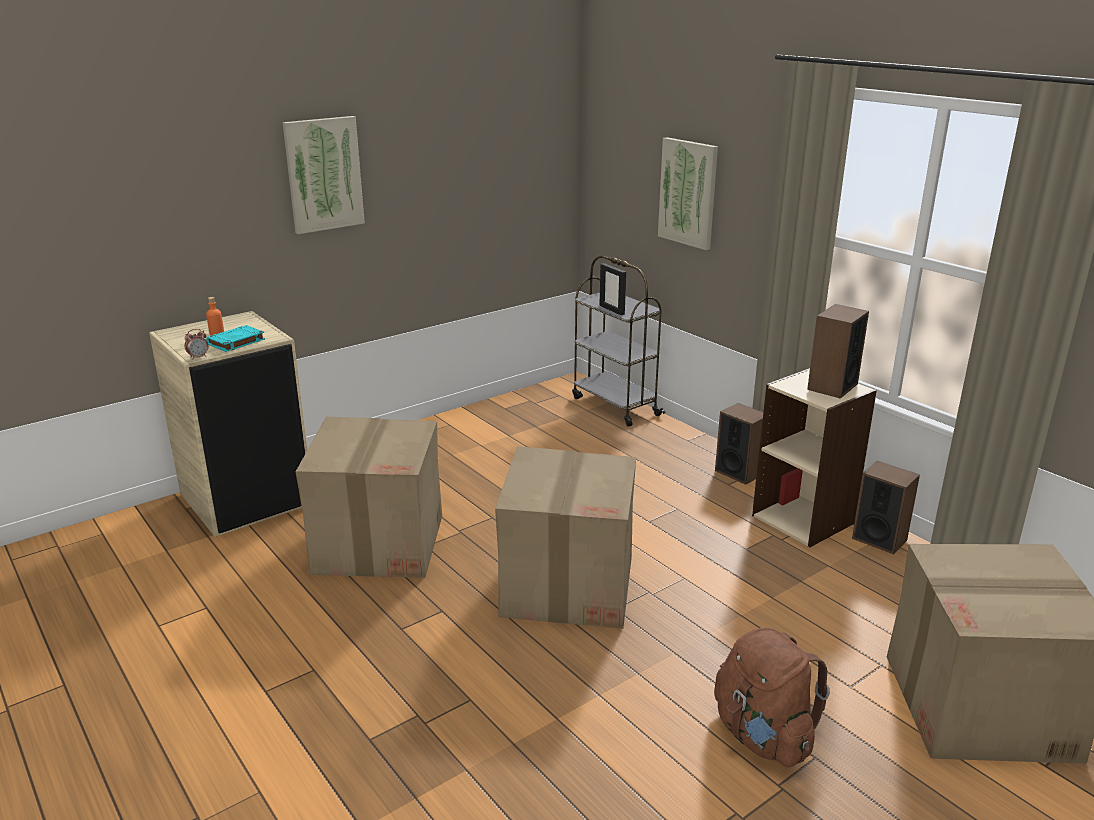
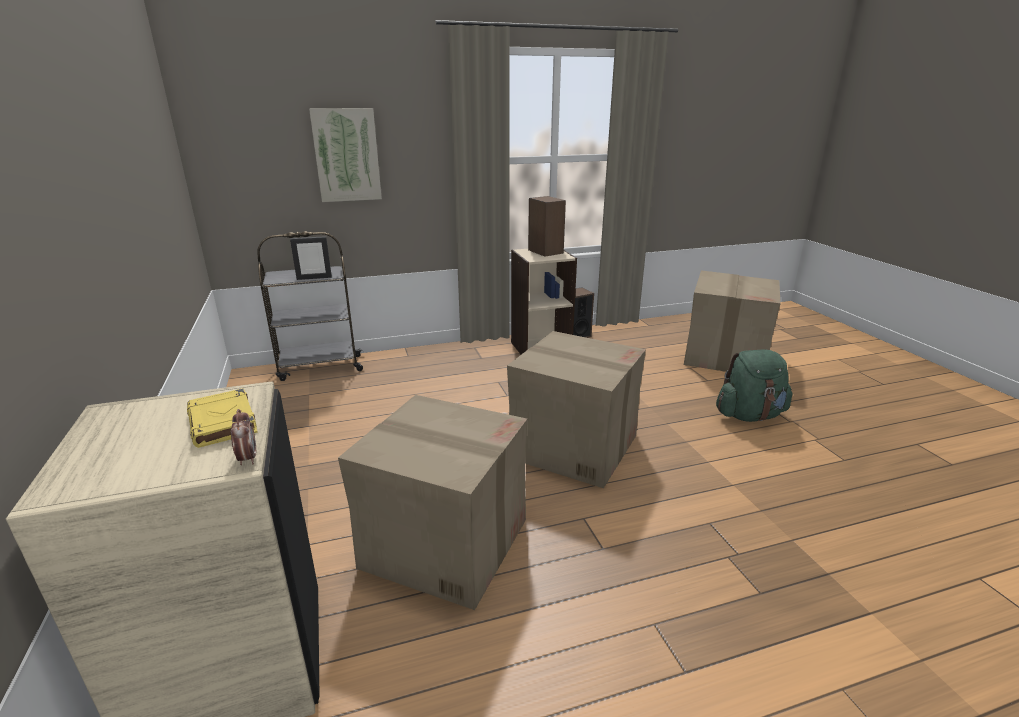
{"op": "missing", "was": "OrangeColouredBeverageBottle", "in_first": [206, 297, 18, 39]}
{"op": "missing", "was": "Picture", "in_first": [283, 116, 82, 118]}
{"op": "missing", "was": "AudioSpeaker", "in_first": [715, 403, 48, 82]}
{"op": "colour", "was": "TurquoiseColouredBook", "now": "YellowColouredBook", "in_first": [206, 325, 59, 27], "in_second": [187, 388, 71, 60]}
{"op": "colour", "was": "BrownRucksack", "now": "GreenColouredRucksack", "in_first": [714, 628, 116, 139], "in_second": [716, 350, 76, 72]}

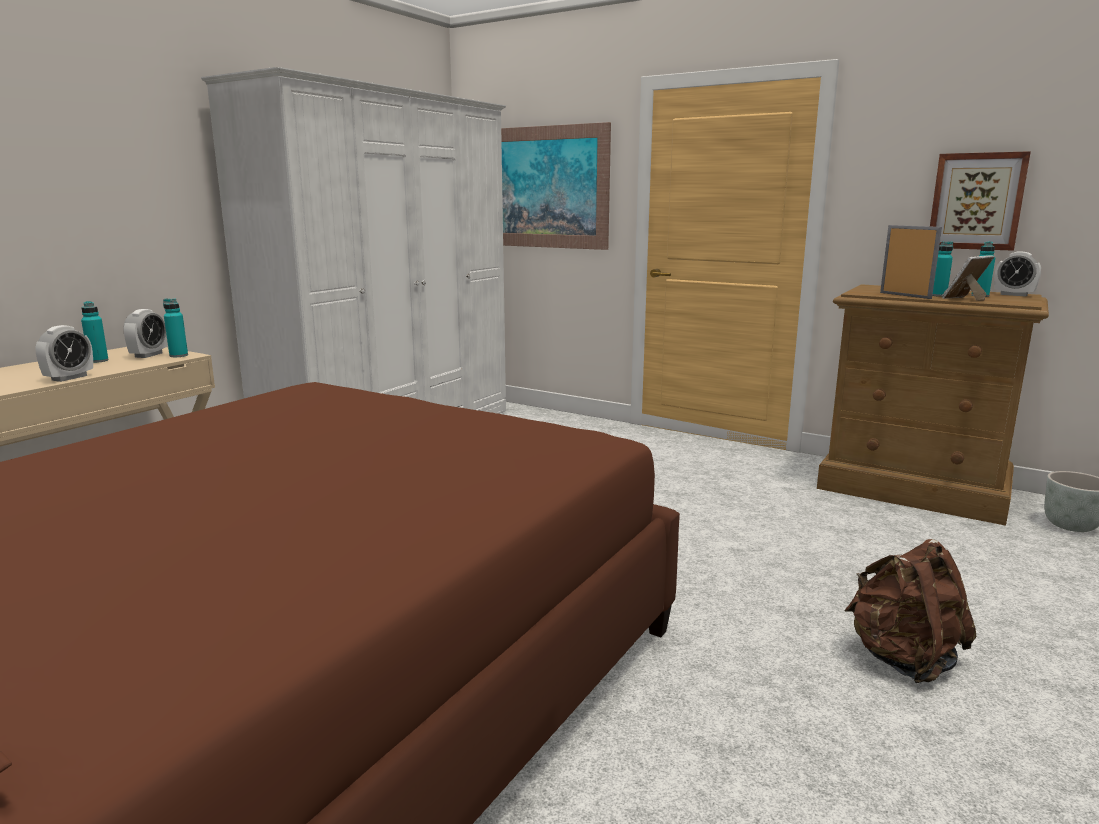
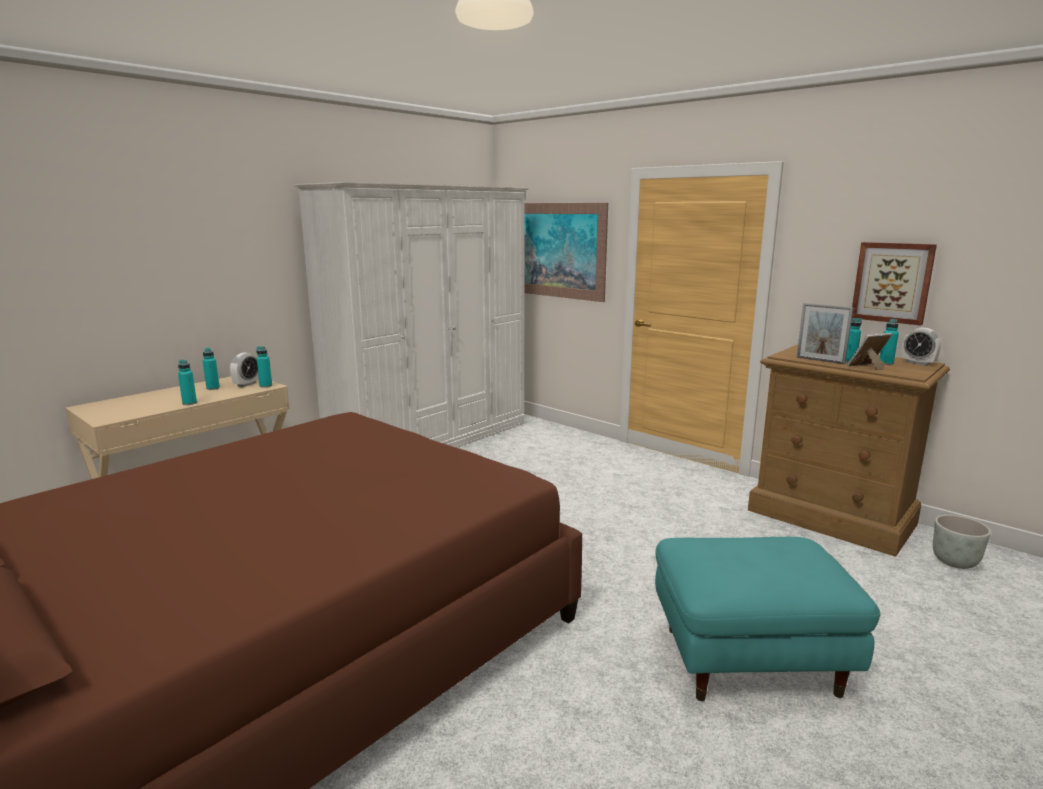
{"op": "exchanged", "was": "AlarmClock", "now": "TurquoiseColouredBeverageBottle", "in_first": [35, 325, 58, 57], "in_second": [178, 360, 19, 45]}
{"op": "exchanged", "was": "BrownRucksack", "now": "TurquoiseColouredFootrest", "in_first": [844, 539, 132, 144], "in_second": [655, 537, 225, 164]}
{"op": "spun", "was": "PictureFrame", "in_first": [880, 225, 62, 74], "in_second": [797, 303, 56, 61], "clockwise": 150}

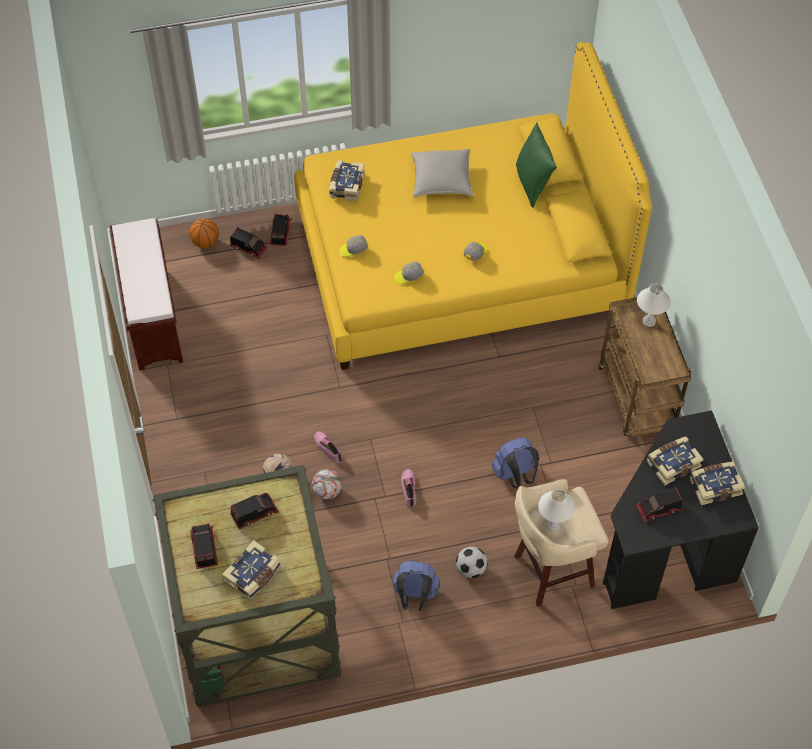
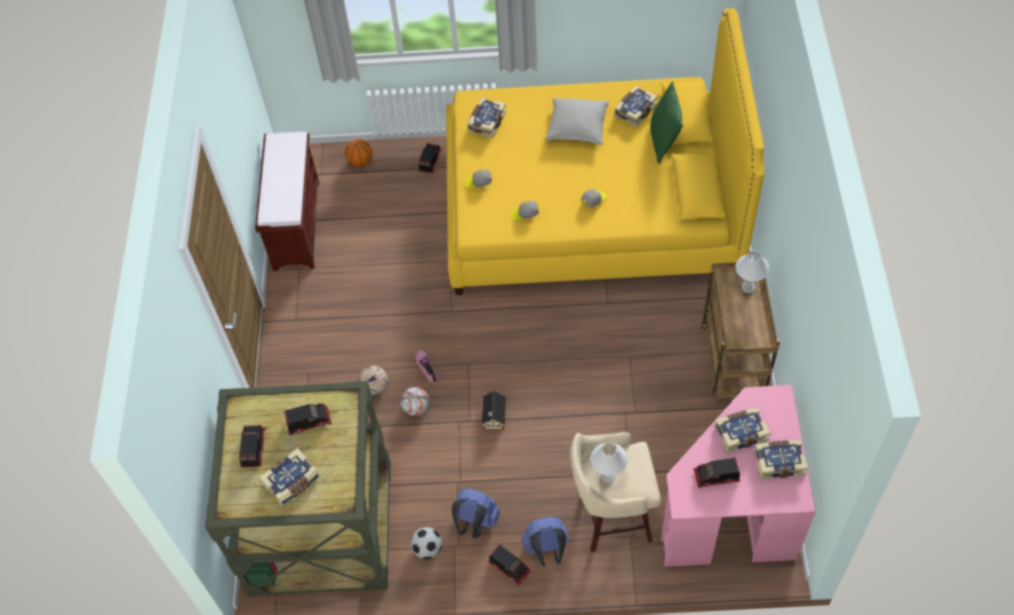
{"op": "appeared", "now": "Book", "in_second": [614, 86, 44, 42]}
{"op": "relocated", "was": "ToyLorry", "in_first": [229, 227, 39, 32], "in_second": [488, 544, 43, 42]}
{"op": "relocated", "was": "Football", "in_first": [456, 547, 31, 31], "in_second": [411, 527, 31, 32]}
{"op": "relocated", "was": "BlueColouredRucksack", "in_first": [492, 437, 47, 51], "in_second": [522, 517, 46, 50]}
{"op": "exchanged", "was": "Shoe", "now": "ToyHouse", "in_first": [401, 469, 15, 38], "in_second": [482, 391, 24, 39]}
{"op": "colour", "was": "BlackColouredDeskTable", "now": "PinkDeskTable", "in_first": [603, 410, 156, 199], "in_second": [661, 385, 155, 182]}

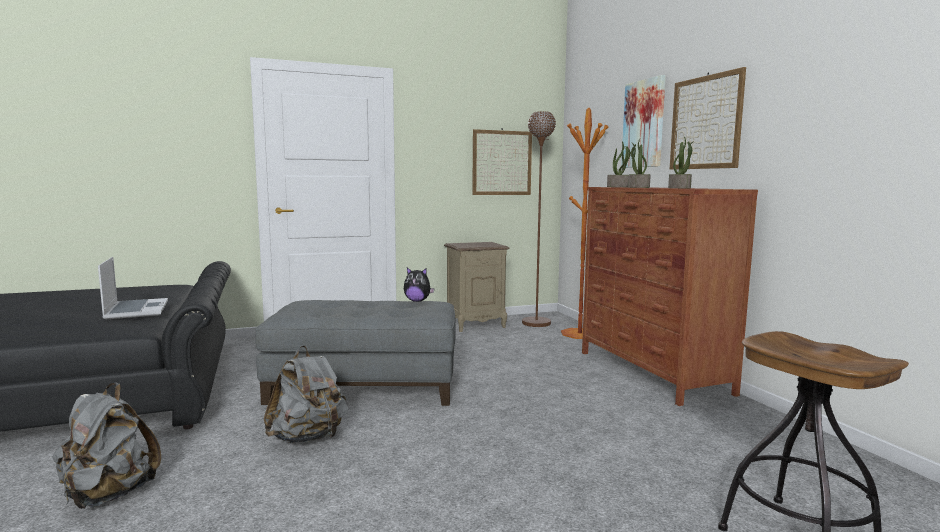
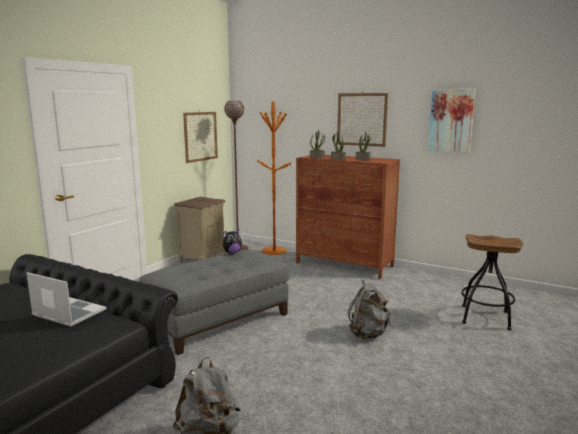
{"op": "relocated", "was": "GrayRucksack", "in_first": [264, 345, 84, 98], "in_second": [348, 280, 42, 59]}
{"op": "relocated", "was": "Picture", "in_first": [621, 75, 45, 93], "in_second": [428, 89, 47, 64]}

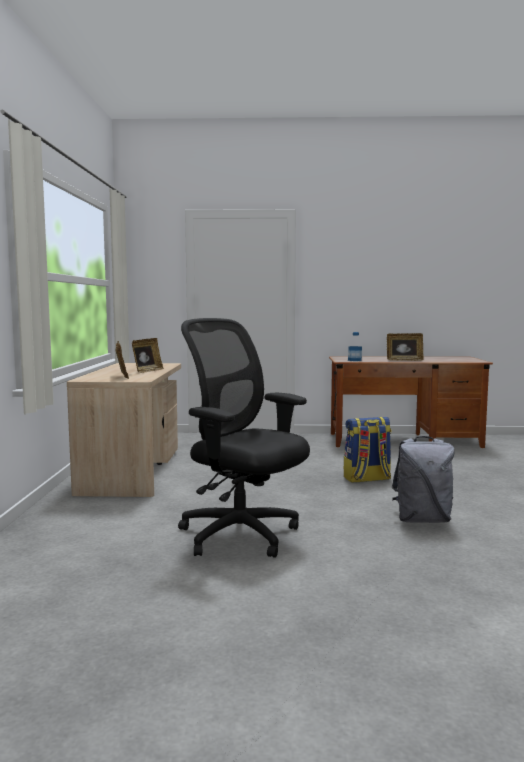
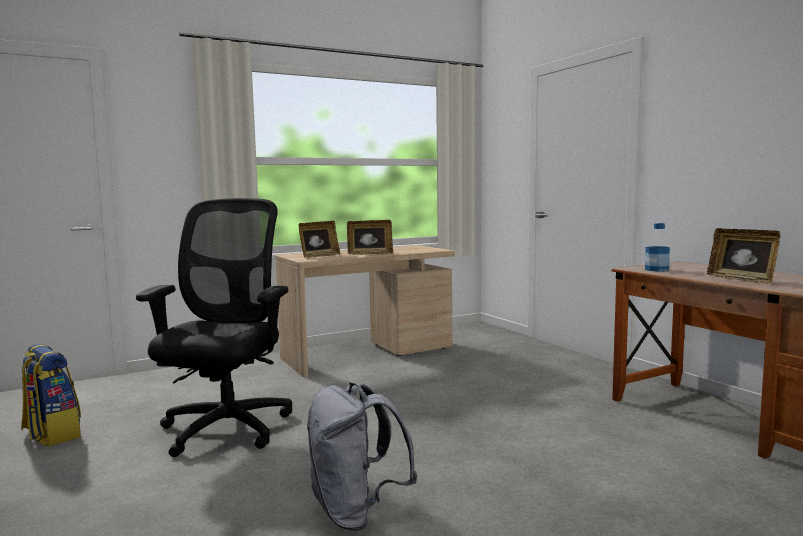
{"op": "relocated", "was": "Rucksack", "in_first": [344, 417, 47, 66], "in_second": [21, 344, 60, 102]}

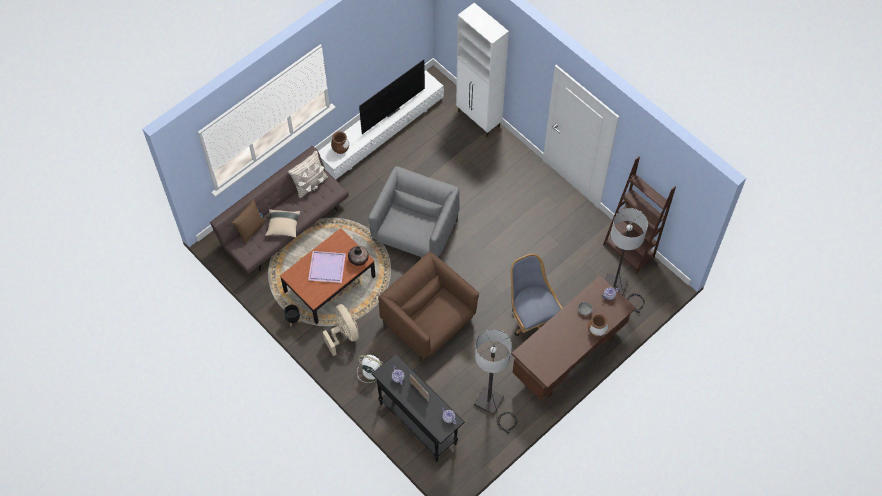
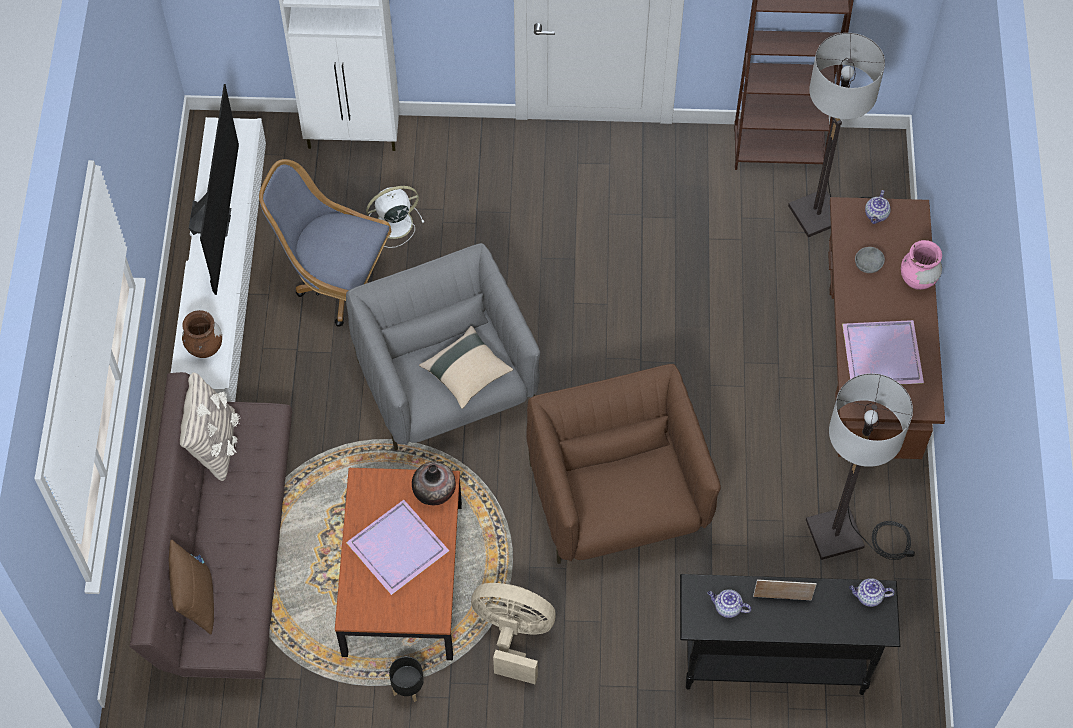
{"op": "appeared", "now": "PurpleTray", "in_second": [842, 320, 82, 64]}
{"op": "relocated", "was": "BeigeColouredThrowPillow", "in_first": [265, 209, 36, 29], "in_second": [419, 326, 94, 83]}
{"op": "relocated", "was": "WhiteColouredFan", "in_first": [357, 355, 25, 28], "in_second": [366, 186, 58, 62]}
{"op": "relocated", "was": "BlueColouredOfficeChair", "in_first": [511, 253, 52, 83], "in_second": [259, 159, 133, 168]}
{"op": "colour", "was": "BrownFlowerVase", "now": "PinkFlowerVase", "in_first": [588, 314, 20, 23], "in_second": [901, 240, 41, 50]}
{"op": "spun", "was": "BrownLoungeChair", "in_first": [378, 252, 101, 110], "in_second": [526, 364, 195, 200], "clockwise": 75}

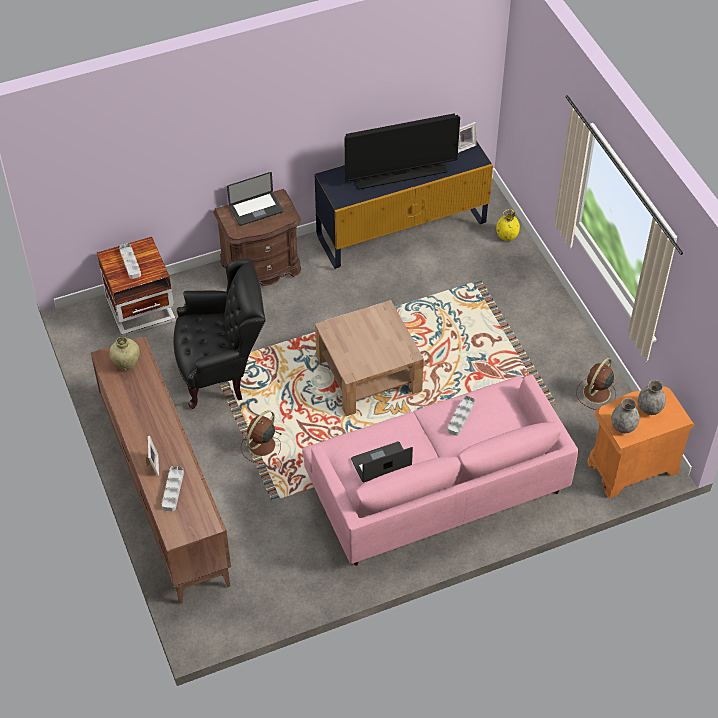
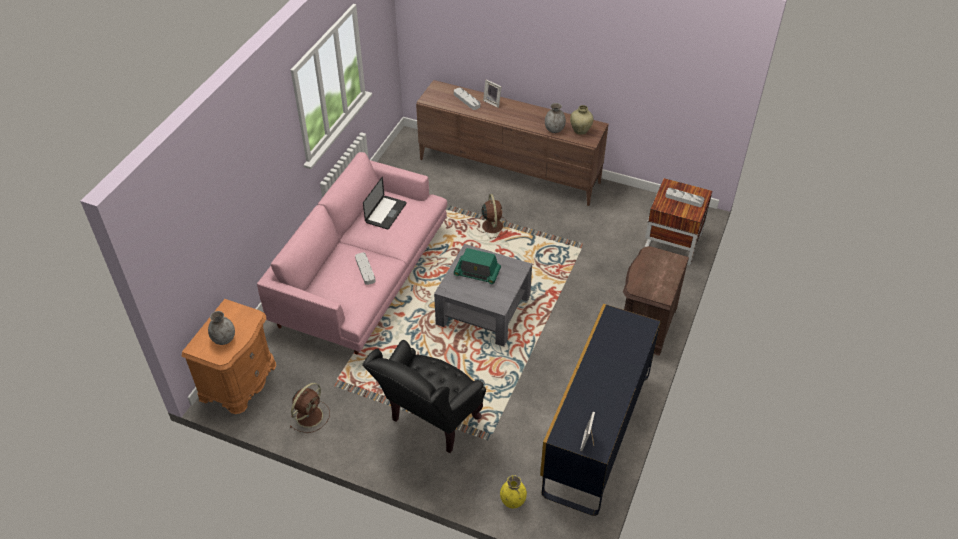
{"op": "missing", "was": "Laptop", "in_first": [227, 172, 56, 54]}
{"op": "missing", "was": "Tv", "in_first": [345, 113, 115, 77]}
{"op": "appeared", "now": "RadioSet", "in_second": [454, 248, 47, 36]}
{"op": "relocated", "was": "BlackColouredLoungeChair", "in_first": [173, 259, 93, 150], "in_second": [362, 340, 124, 113]}
{"op": "relocated", "was": "GrayFlowerVase", "in_first": [611, 398, 29, 35], "in_second": [545, 103, 21, 30]}
{"op": "colour", "was": "BrownLoungeTable", "now": "GrayLoungeTable", "in_first": [315, 300, 109, 116], "in_second": [434, 244, 98, 103]}
{"op": "spun", "was": "BrownFan", "in_first": [576, 358, 40, 52], "in_second": [289, 383, 41, 50], "clockwise": 45}

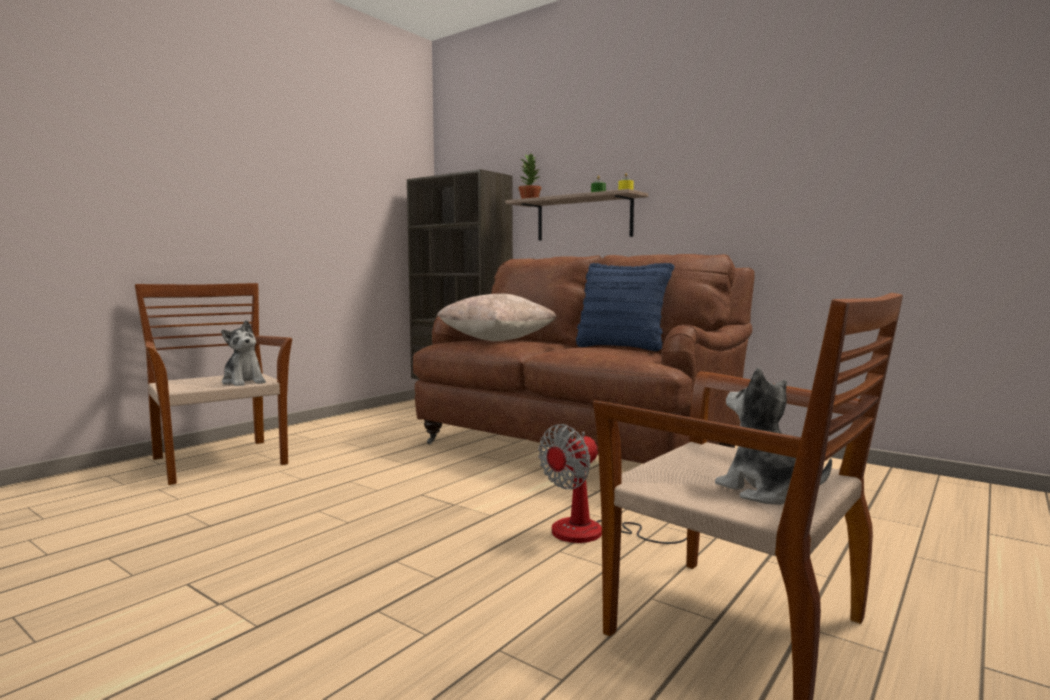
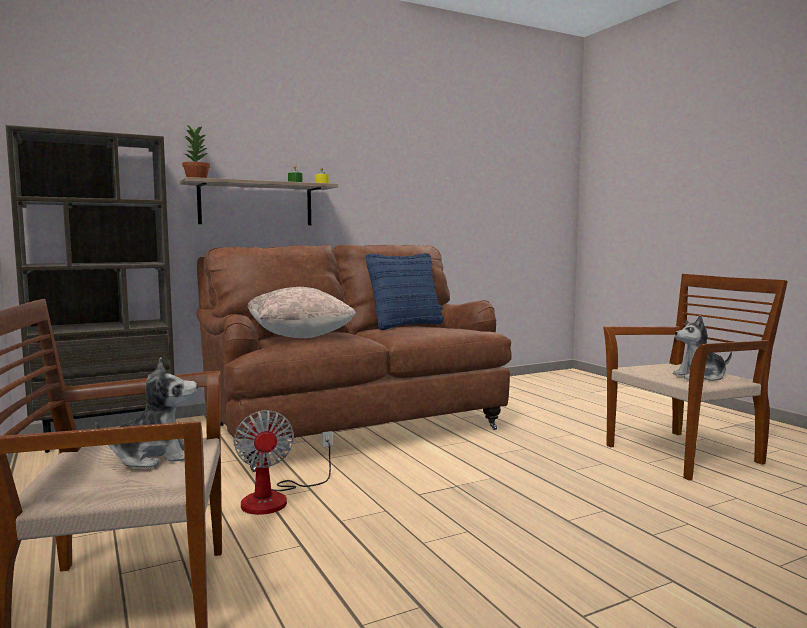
{"op": "relocated", "was": "Fan", "in_first": [538, 424, 149, 120], "in_second": [234, 410, 99, 105]}

